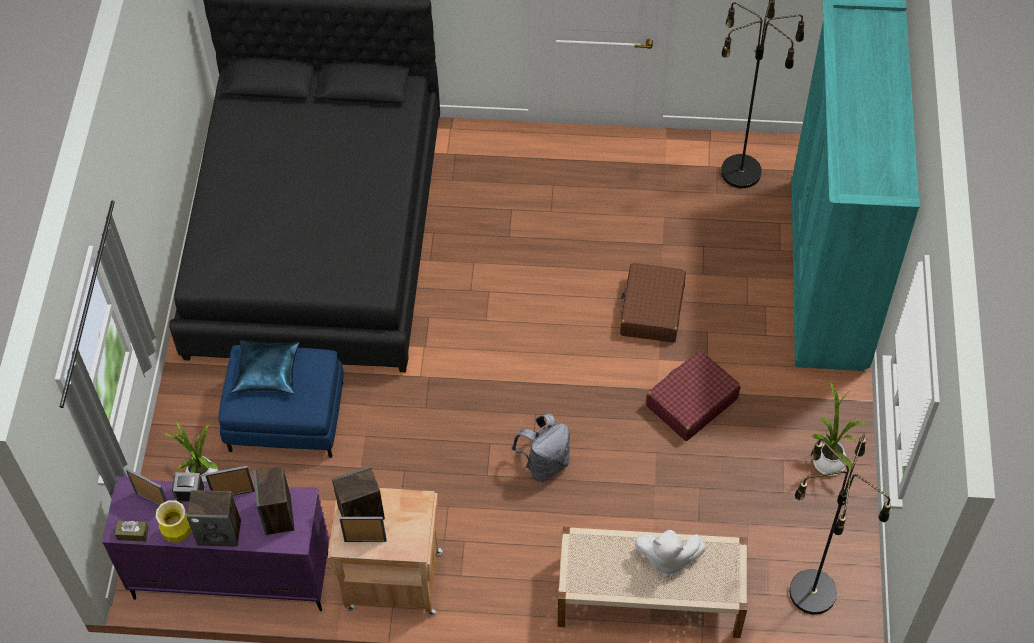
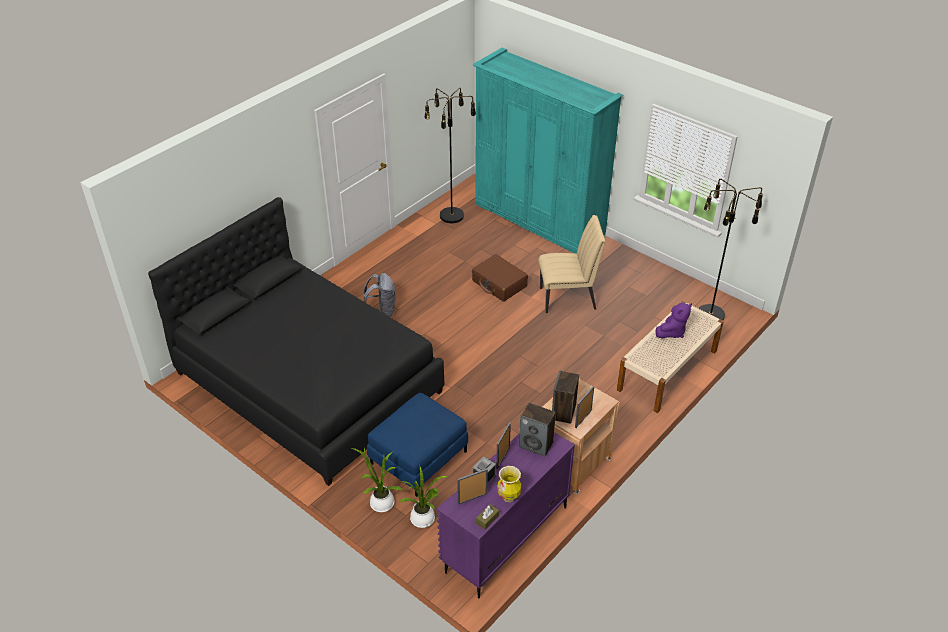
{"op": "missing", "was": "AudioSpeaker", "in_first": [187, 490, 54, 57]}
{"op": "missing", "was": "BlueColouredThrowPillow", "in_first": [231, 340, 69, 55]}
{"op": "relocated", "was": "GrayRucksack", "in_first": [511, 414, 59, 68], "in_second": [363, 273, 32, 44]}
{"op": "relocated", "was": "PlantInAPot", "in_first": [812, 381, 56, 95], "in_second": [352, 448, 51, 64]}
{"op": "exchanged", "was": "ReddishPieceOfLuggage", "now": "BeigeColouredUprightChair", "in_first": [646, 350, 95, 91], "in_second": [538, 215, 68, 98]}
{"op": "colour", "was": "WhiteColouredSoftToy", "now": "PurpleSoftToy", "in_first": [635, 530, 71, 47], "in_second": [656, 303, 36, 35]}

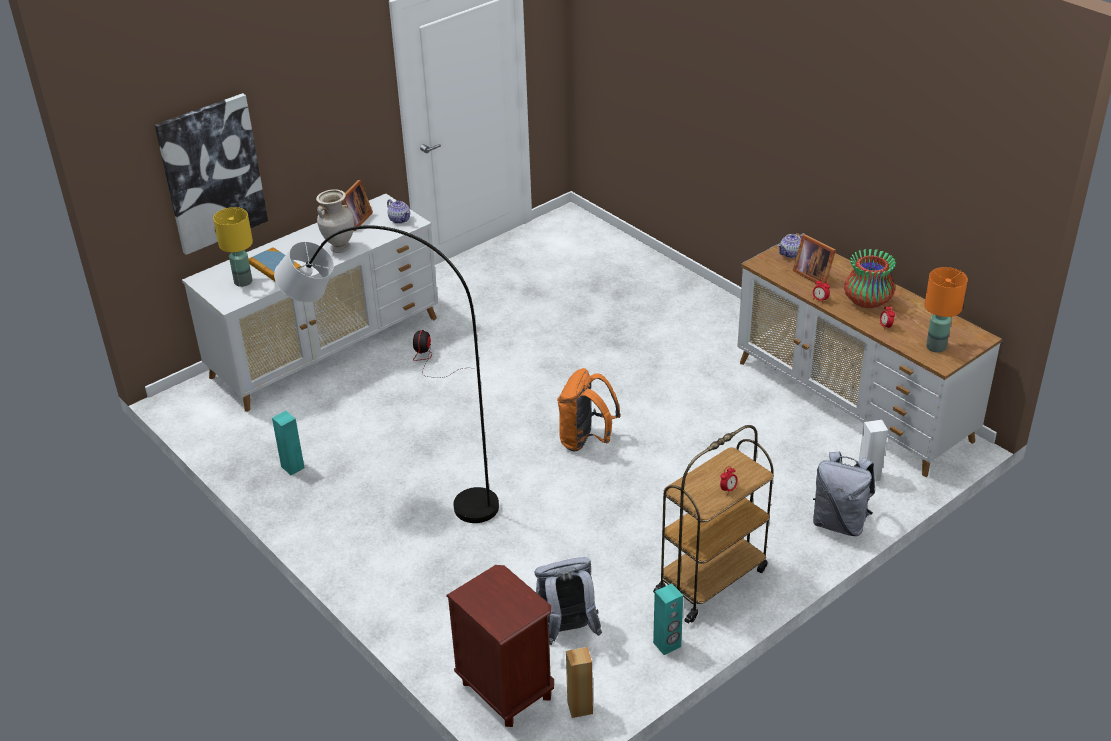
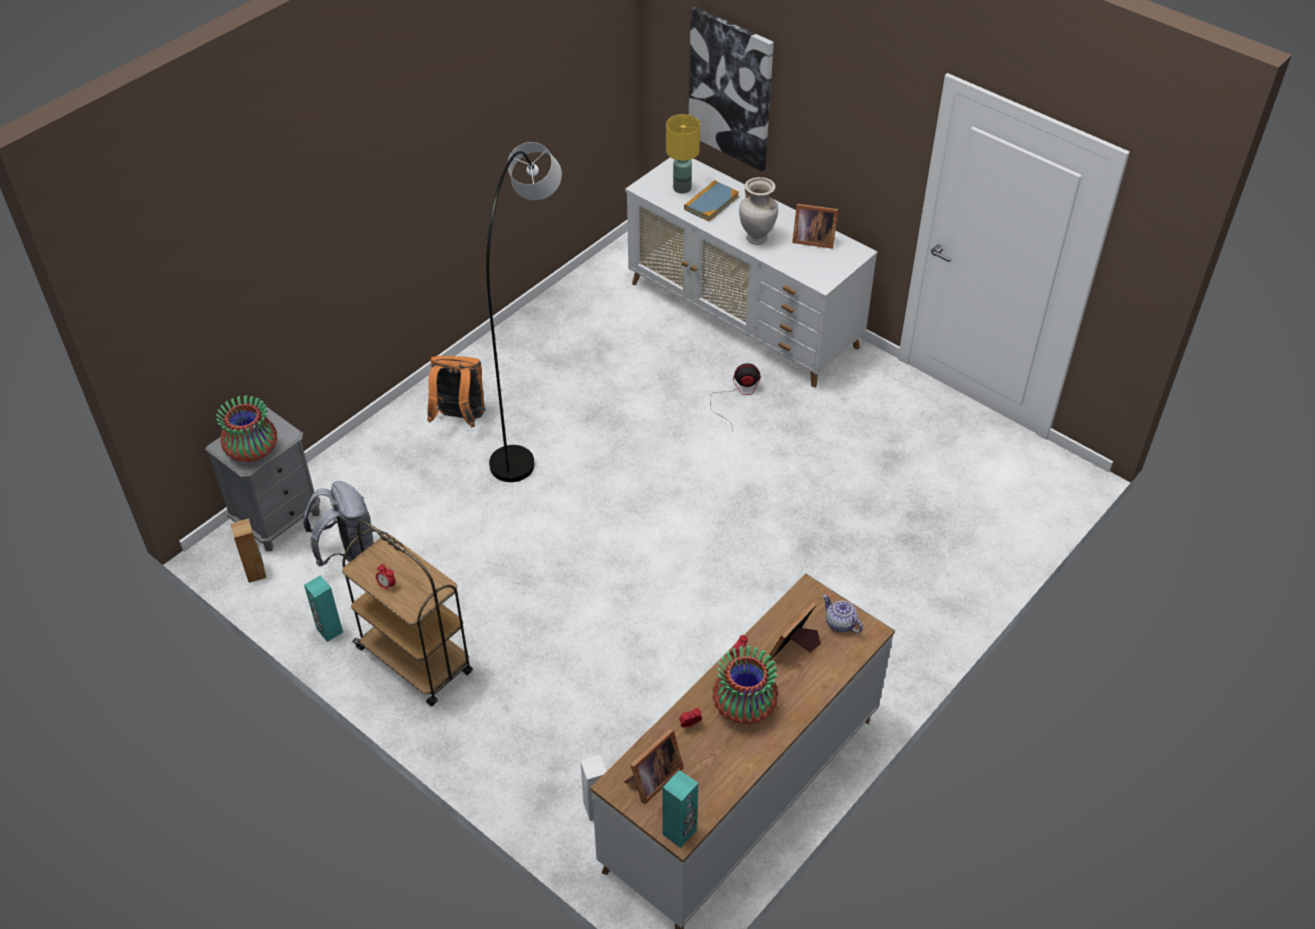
{"op": "missing", "was": "TeaPot", "in_first": [387, 199, 23, 25]}
{"op": "missing", "was": "GrayRucksack", "in_first": [813, 452, 62, 84]}
{"op": "appeared", "now": "FlowerVase", "in_second": [216, 395, 61, 68]}
{"op": "relocated", "was": "TurquoiseColouredAudioSpeaker", "in_first": [272, 410, 33, 65], "in_second": [662, 770, 36, 78]}
{"op": "relocated", "was": "OrangeColouredRucksack", "in_first": [557, 368, 64, 84], "in_second": [427, 356, 59, 72]}
{"op": "exchanged", "was": "OrangeColouredTabletopLamp", "now": "PictureFrame", "in_first": [925, 267, 43, 86], "in_second": [624, 728, 60, 76]}
{"op": "colour", "was": "BrownBedsideTable", "now": "GrayBedsideTable", "in_first": [446, 565, 108, 162], "in_second": [205, 407, 115, 144]}

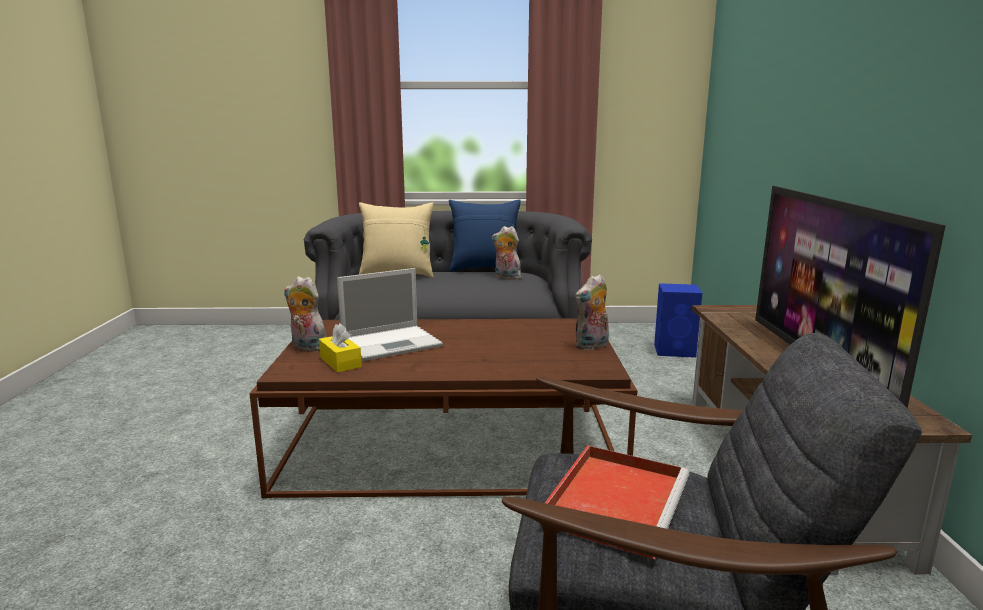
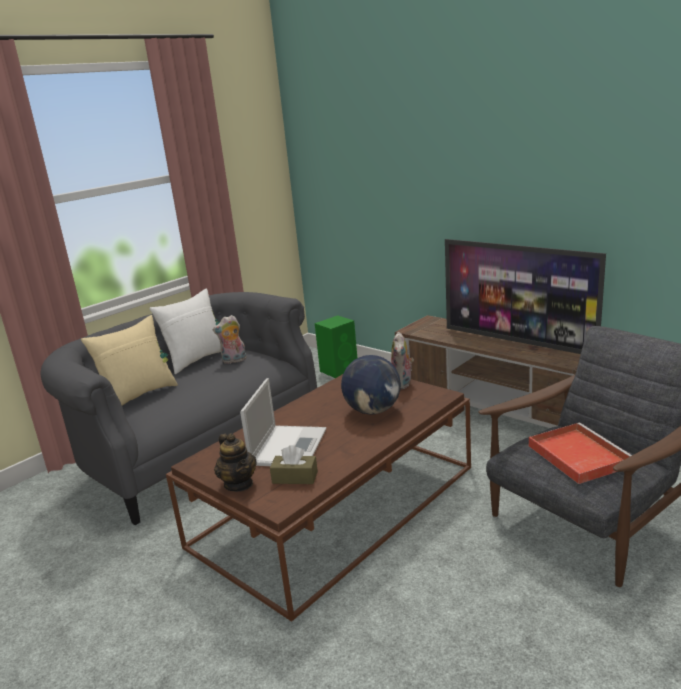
{"op": "appeared", "now": "DeskGlobe", "in_second": [341, 355, 60, 60]}
{"op": "exchanged", "was": "SoftToy", "now": "TeaPot", "in_first": [284, 276, 42, 76], "in_second": [214, 433, 43, 58]}
{"op": "colour", "was": "YellowColouredTissueBox", "now": "BrownTissueBox", "in_first": [319, 323, 43, 50], "in_second": [270, 445, 48, 39]}
{"op": "colour", "was": "BlueColouredThrowPillow", "now": "WhiteColouredThrowPillow", "in_first": [449, 199, 72, 73], "in_second": [149, 288, 72, 86]}
{"op": "colour", "was": "BlueColouredAudioSpeaker", "now": "GreenColouredAudioSpeaker", "in_first": [654, 283, 48, 75], "in_second": [315, 315, 42, 63]}

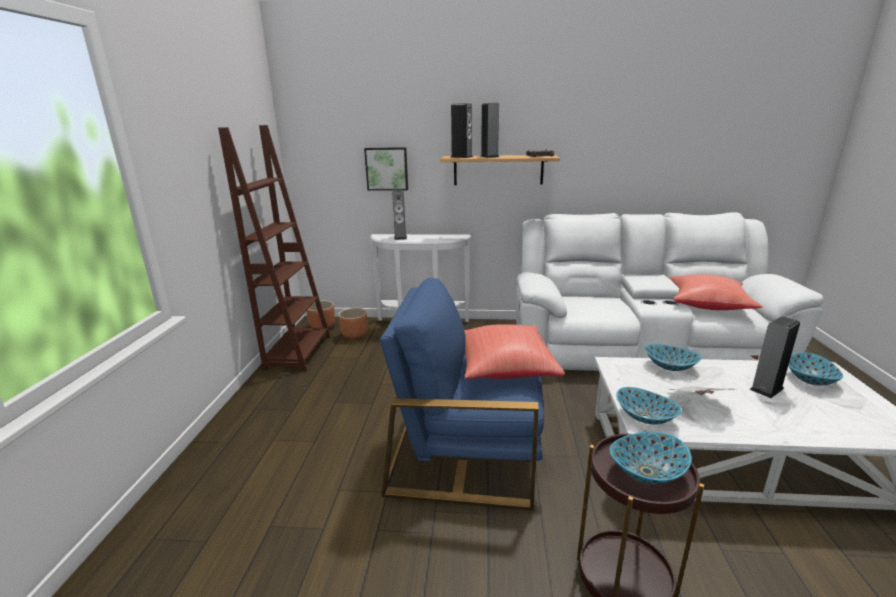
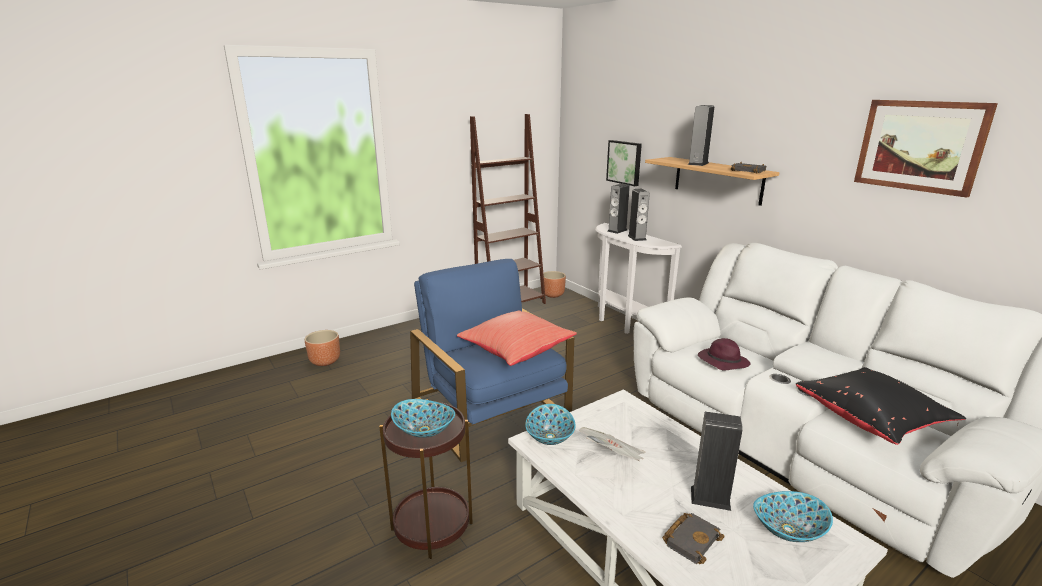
{"op": "missing", "was": "DeepDish", "in_first": [645, 344, 56, 27]}
{"op": "appeared", "now": "BlackColouredBook", "in_second": [662, 513, 63, 51]}
{"op": "appeared", "now": "PurpleClothingHat", "in_second": [698, 338, 52, 32]}
{"op": "appeared", "now": "Picture", "in_second": [854, 100, 144, 98]}
{"op": "relocated", "was": "BrownPlantPot", "in_first": [338, 308, 30, 31], "in_second": [305, 330, 35, 36]}
{"op": "relocated", "was": "AudioSpeaker", "in_first": [450, 103, 23, 55], "in_second": [628, 189, 22, 52]}
{"op": "colour", "was": "ReddishThrowPillow", "now": "BlackColouredThrowPillow", "in_first": [669, 274, 94, 36], "in_second": [796, 367, 170, 78]}

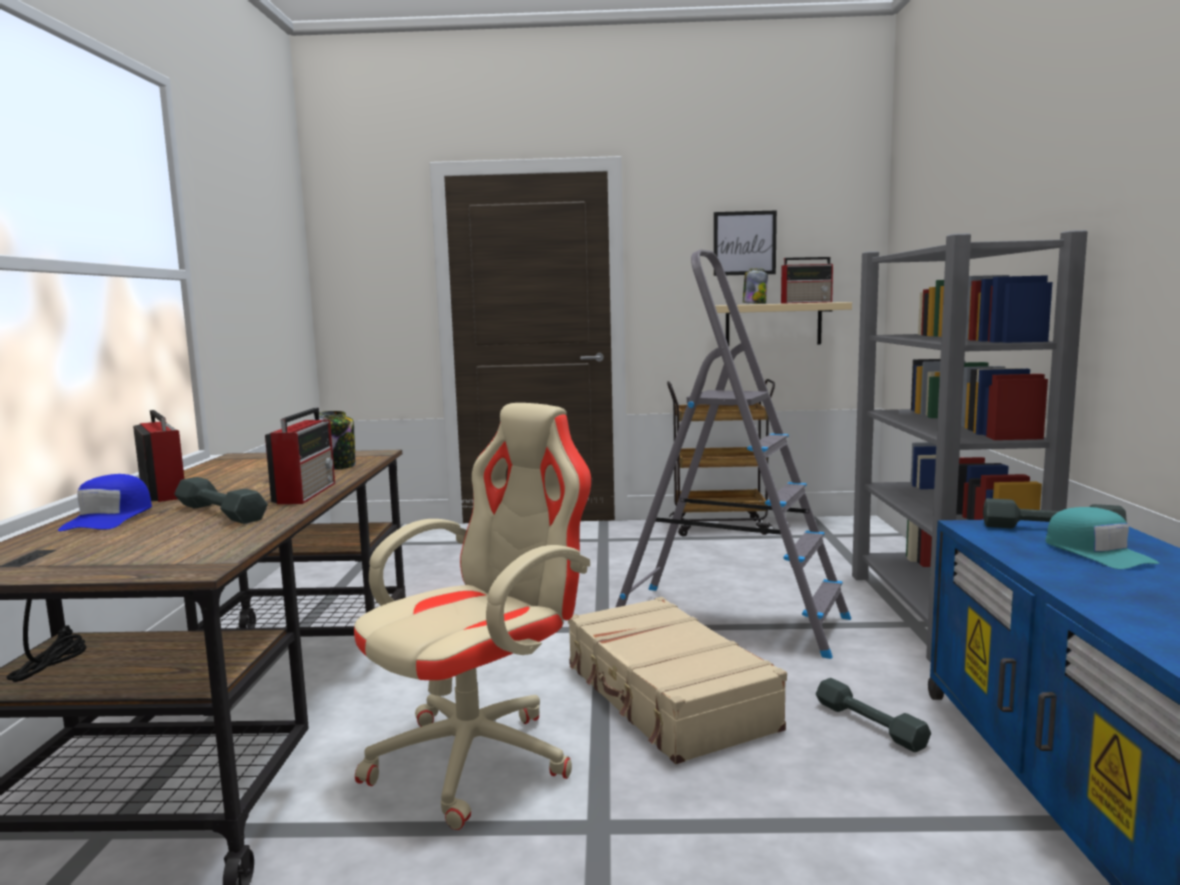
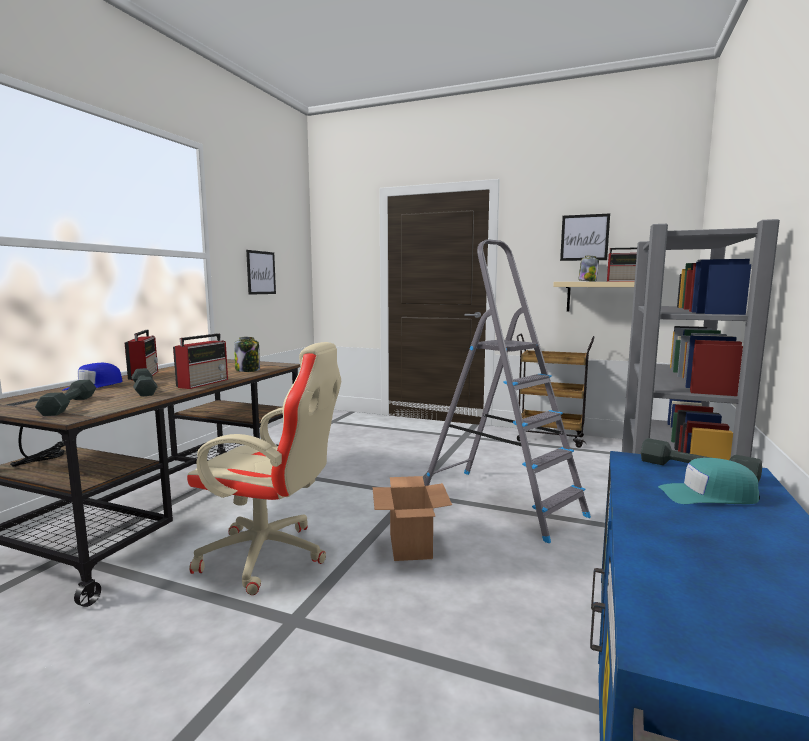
{"op": "appeared", "now": "Picture", "in_second": [246, 250, 30, 45]}
{"op": "relocated", "was": "GrayHandWeight", "in_first": [816, 678, 115, 74], "in_second": [35, 380, 61, 36]}
{"op": "exchanged", "was": "BeigeColouredPieceOfLuggage", "now": "Carton", "in_first": [568, 597, 219, 167], "in_second": [373, 476, 79, 85]}
{"op": "spun", "was": "BeigeColouredOfficeChair", "in_first": [354, 403, 237, 427], "in_second": [187, 342, 154, 253], "clockwise": 45}
{"op": "spun", "was": "TurquoiseColouredPeakedCap", "in_first": [1045, 507, 114, 62], "in_second": [658, 458, 102, 46], "clockwise": 90}

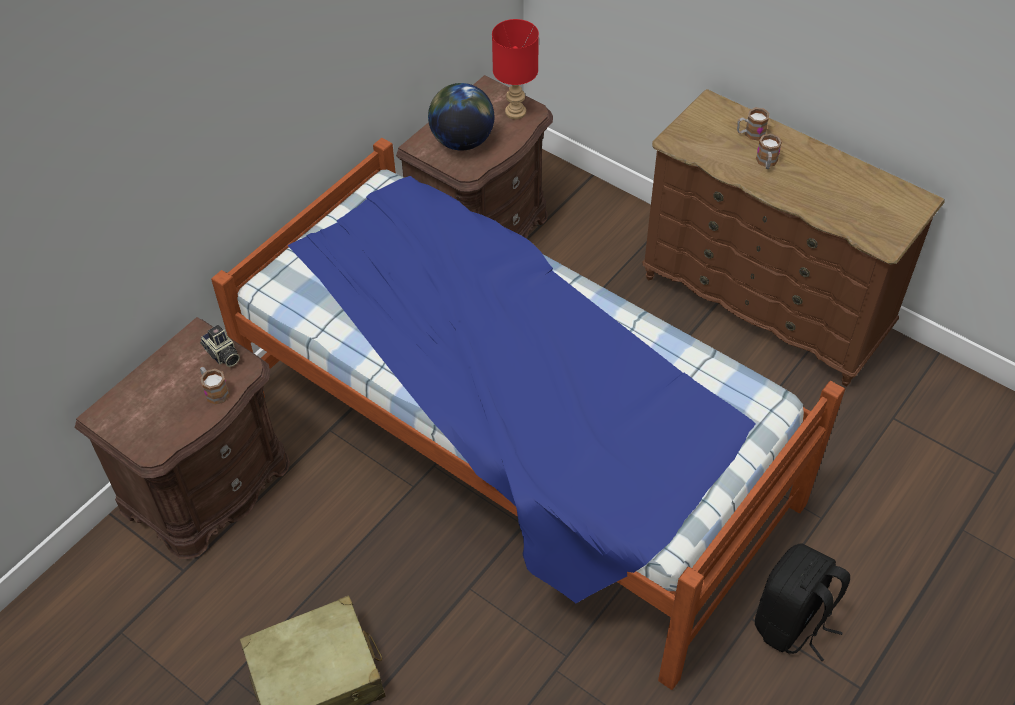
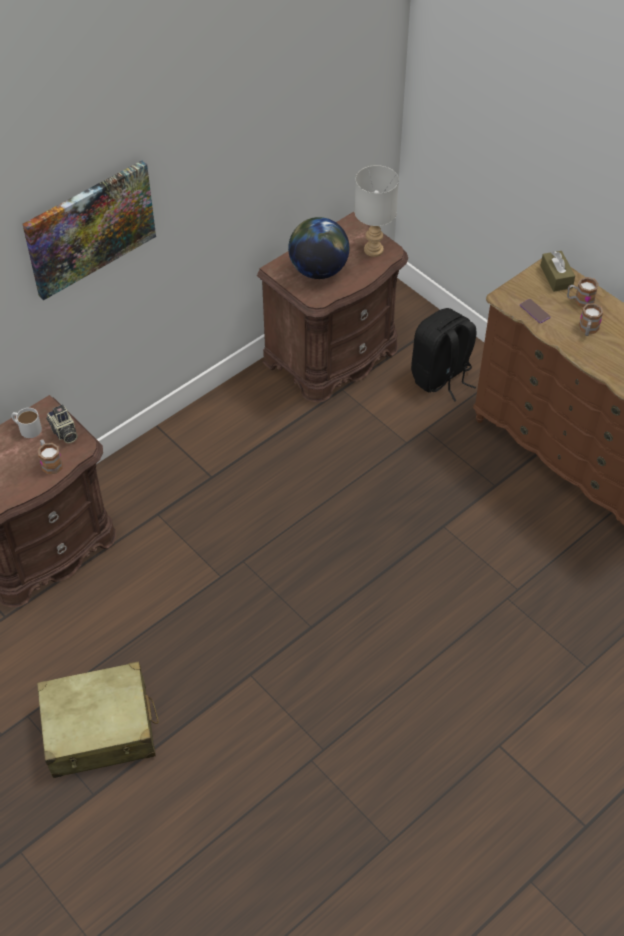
{"op": "missing", "was": "SleepingBed", "in_first": [211, 138, 634, 552]}
{"op": "appeared", "now": "WhiteColouredTeaMug", "in_second": [11, 408, 31, 30]}
{"op": "appeared", "now": "Picture", "in_second": [22, 160, 134, 140]}
{"op": "appeared", "now": "Handset", "in_second": [520, 299, 31, 24]}
{"op": "appeared", "now": "BrownTissueBox", "in_second": [540, 251, 35, 40]}
{"op": "relocated", "was": "BlackColouredRucksack", "in_first": [755, 543, 95, 118], "in_second": [411, 308, 66, 94]}
{"op": "colour", "was": "ReddishTabletopLamp", "now": "GrayTabletopLamp", "in_first": [492, 19, 47, 100], "in_second": [355, 165, 44, 92]}

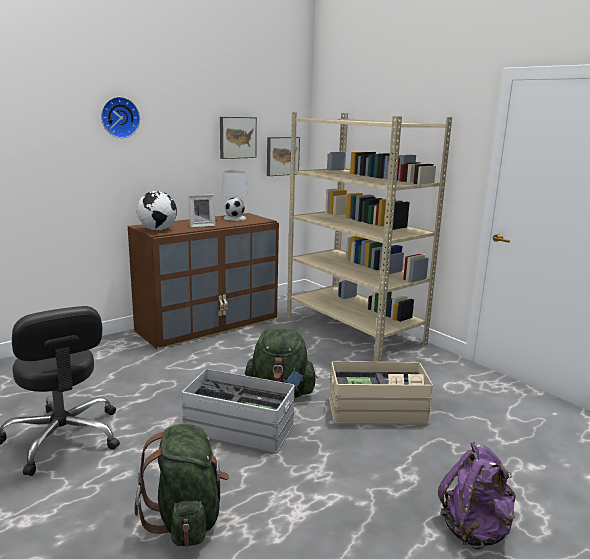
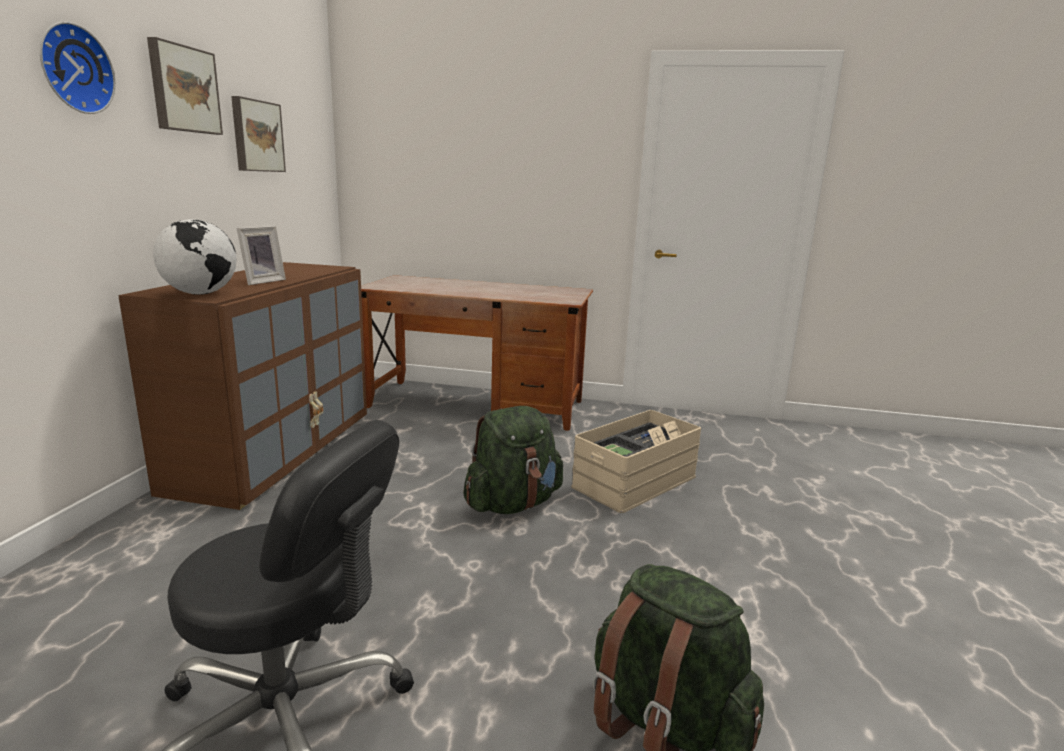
{"op": "missing", "was": "GrayStorageBox", "in_first": [182, 369, 113, 85]}
{"op": "missing", "was": "WhiteColouredTabletopLamp", "in_first": [221, 171, 27, 50]}
{"op": "missing", "was": "PurpleRucksack", "in_first": [438, 442, 78, 108]}
{"op": "relocated", "was": "Picture", "in_first": [267, 137, 33, 39], "in_second": [147, 37, 76, 98]}
{"op": "exchanged", "was": "BeigeColouredBookcase", "now": "DeskTable", "in_first": [287, 112, 165, 250], "in_second": [361, 275, 232, 156]}

